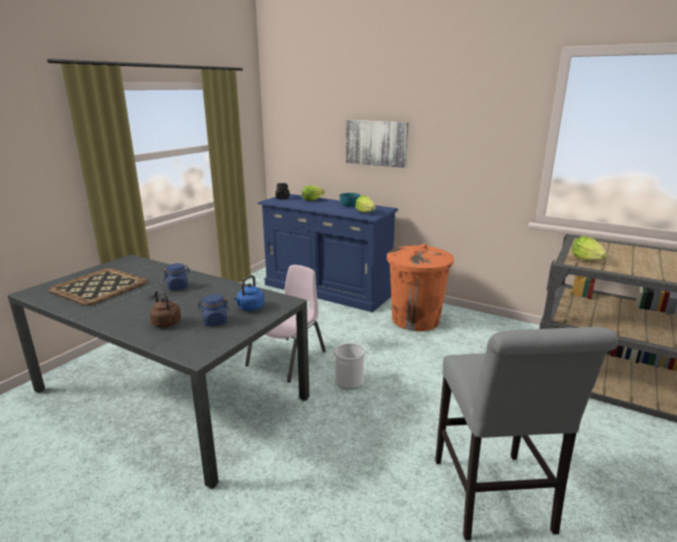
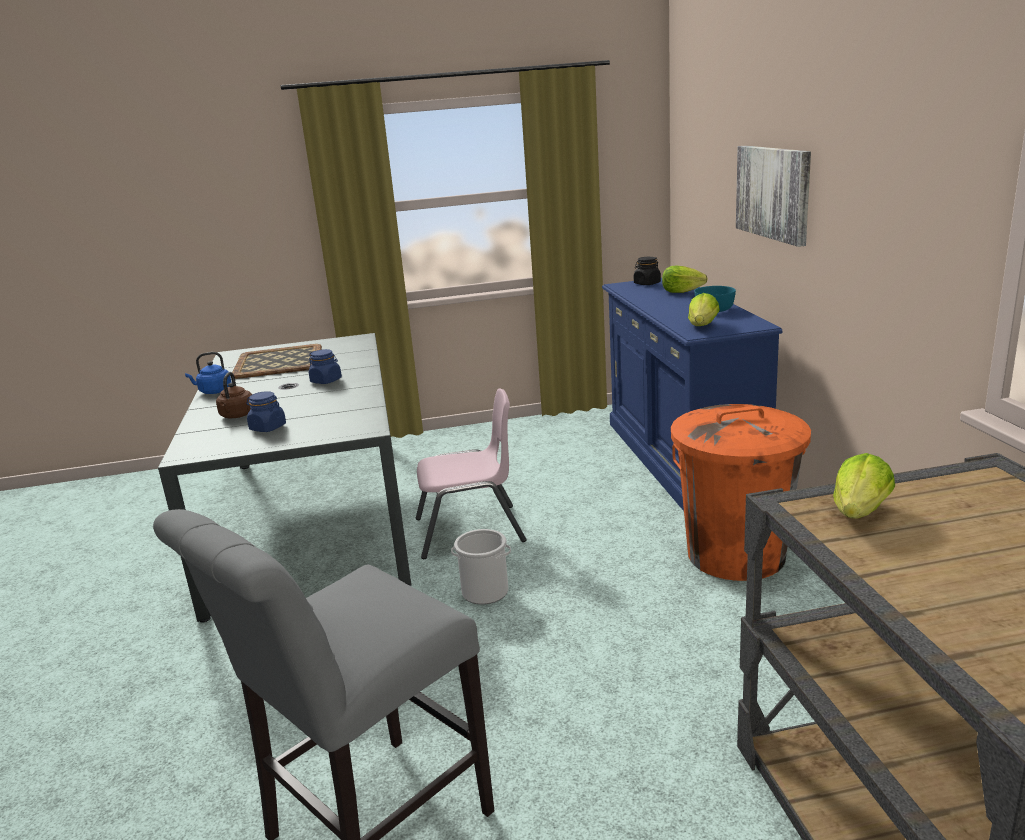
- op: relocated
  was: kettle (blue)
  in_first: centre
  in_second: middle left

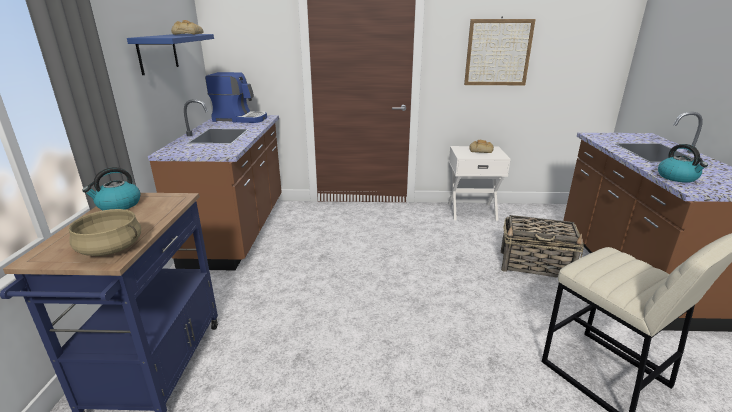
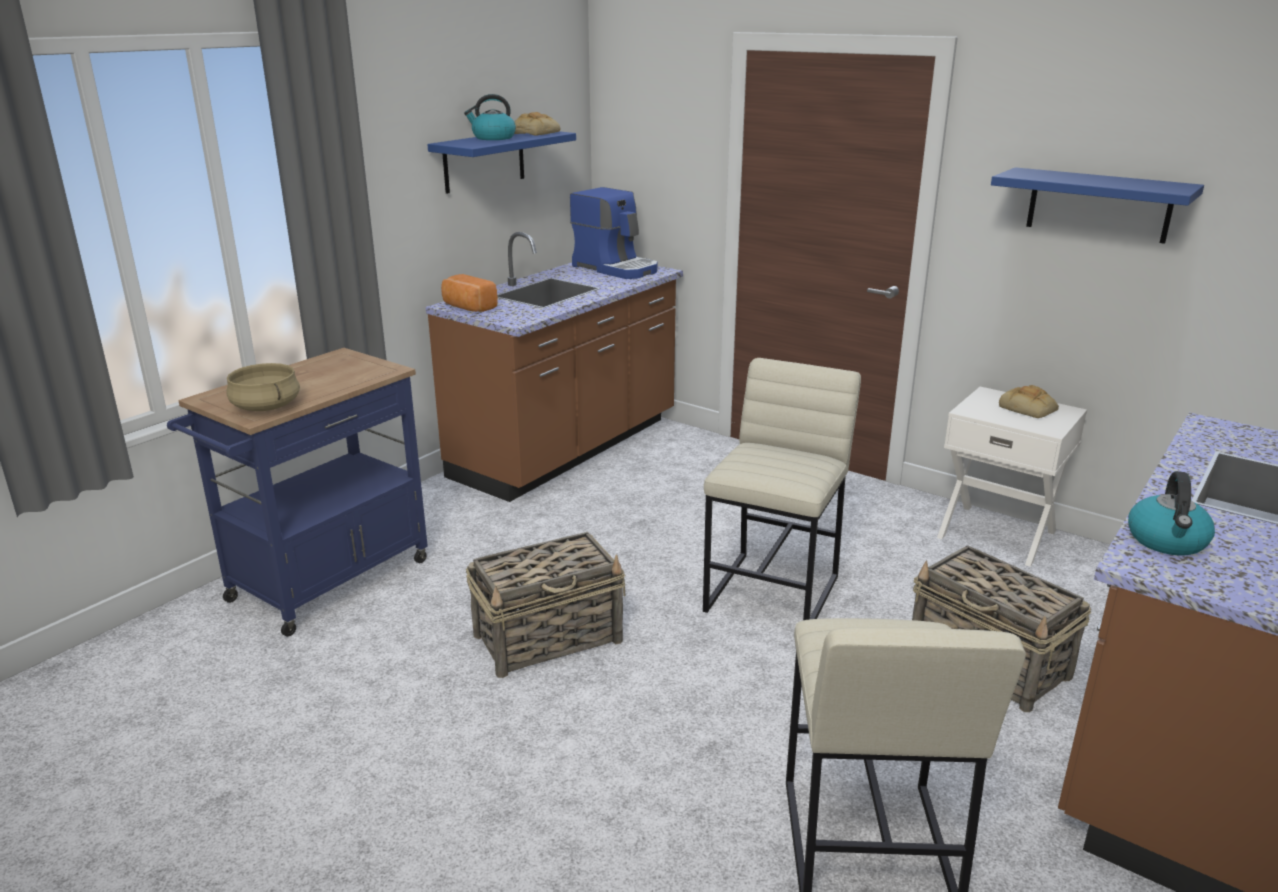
- op: appeared
  now: bread (no. 1 from left)
  in_second: top centre
- op: relocated
  was: kettle (no. 1 from left)
  in_first: middle left
  in_second: top centre
- op: appeared
  now: basket (no. 1 from left)
  in_second: bottom centre
- op: appeared
  now: chair (beige) (no. 1 from left)
  in_second: centre
- op: exchanged
  was: picture
  now: shelf (blue) (no. 2 from left)
  in_first: top right
  in_second: top right

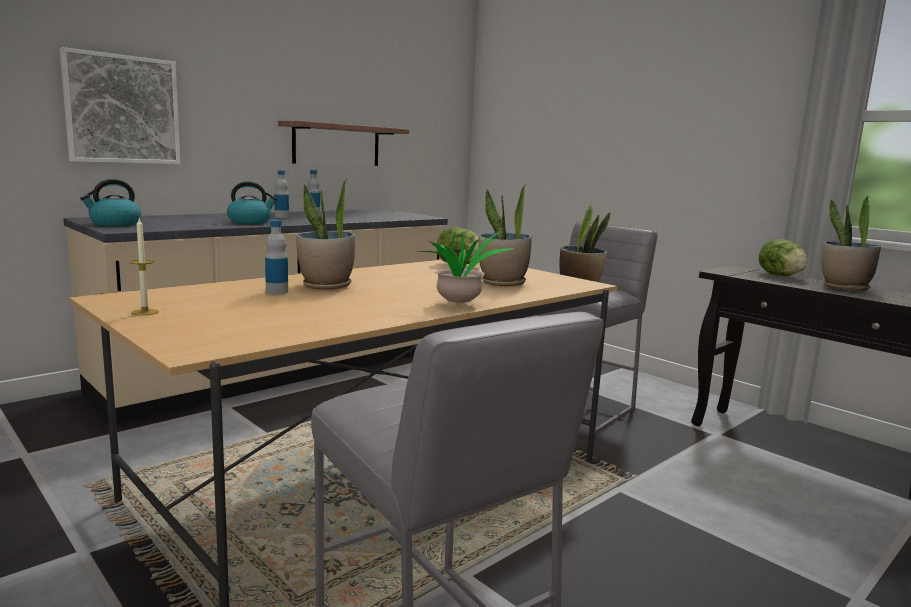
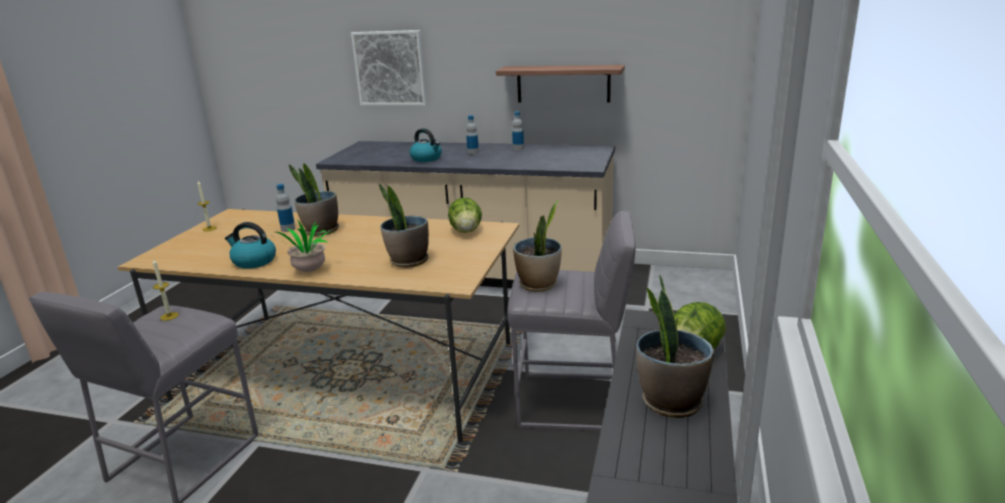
- op: appeared
  now: candle (no. 1 from left)
  in_second: middle left
- op: relocated
  was: kettle (no. 1 from left)
  in_first: top left
  in_second: middle left

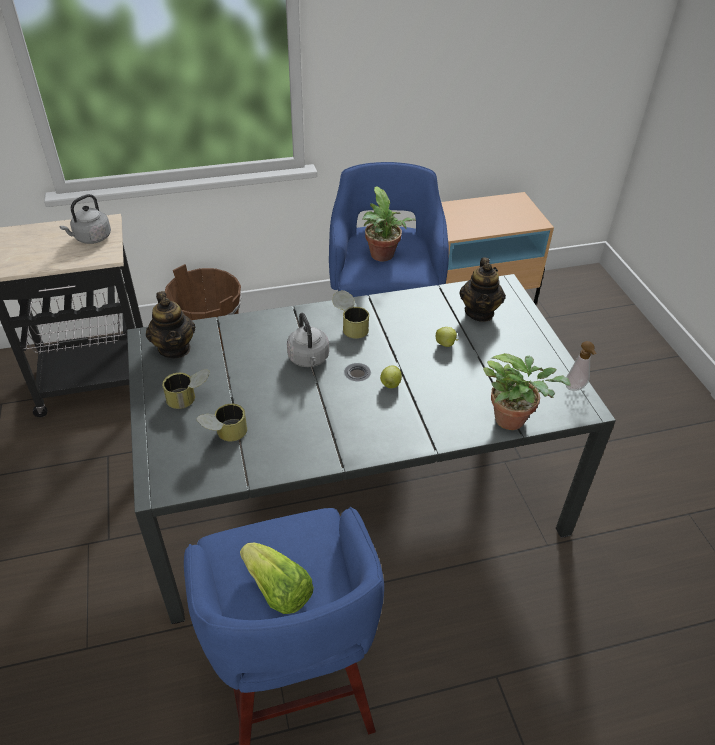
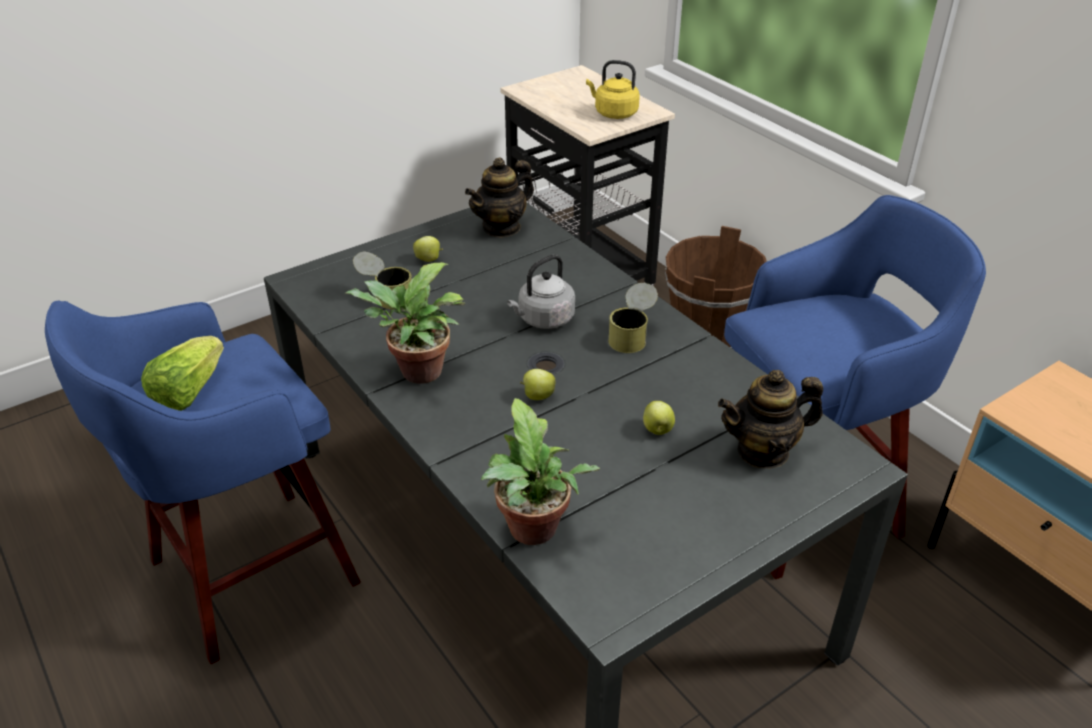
- op: relocated
  was: potted plant (no. 1 from left)
  in_first: top centre
  in_second: centre
- op: exchanged
  was: can (no. 1 from left)
  now: apple (no. 1 from left)
  in_first: middle left
  in_second: centre
- op: colour
  was: kettle (grey) (no. 1 from left)
  now: kettle (yellow)
  in_first: top left
  in_second: top centre
- op: missing
  was: soap dispenser
  in_first: middle right

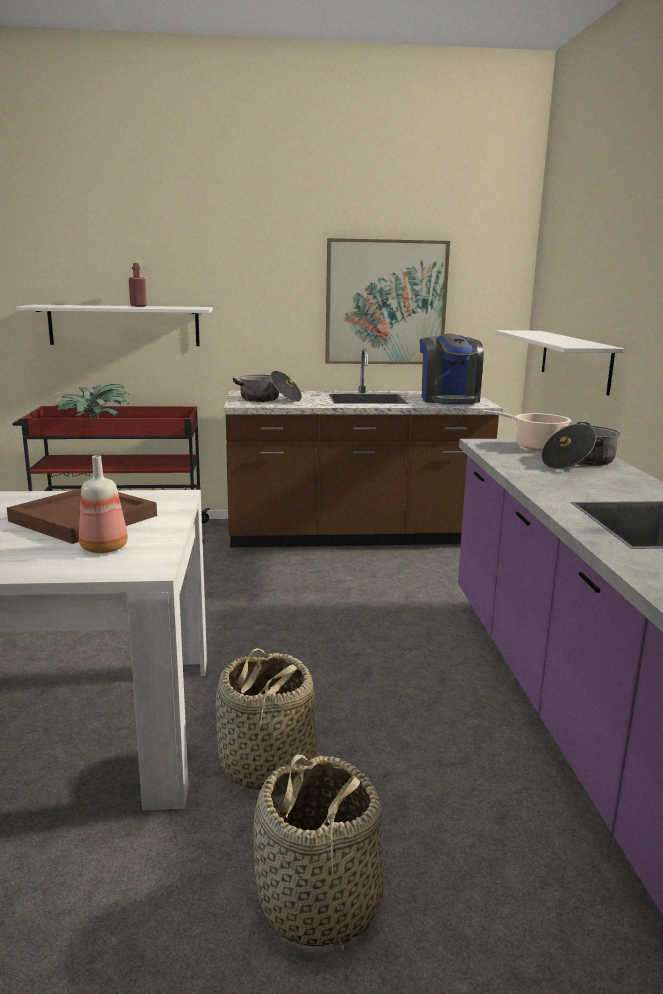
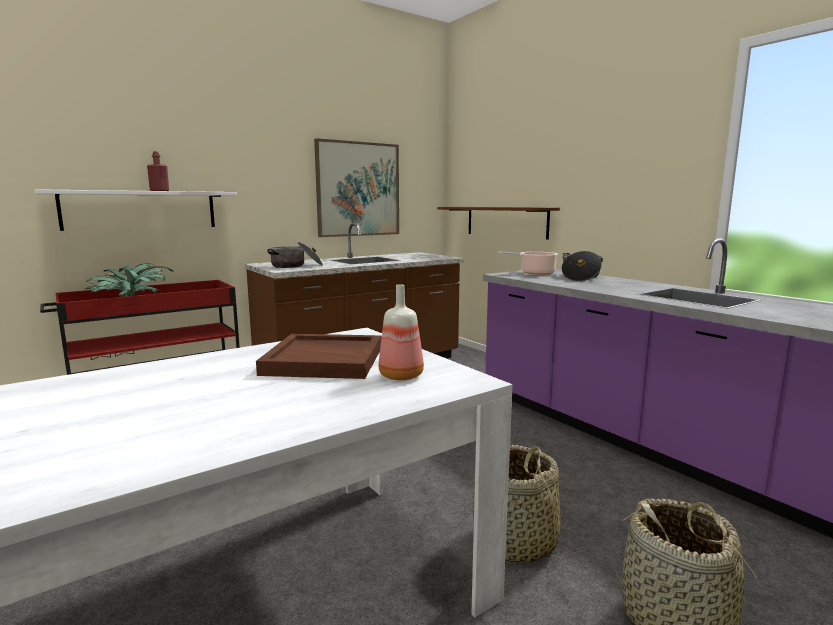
- op: colour
  was: shelf (white) (no. 2 from left)
  now: shelf (brown)
  in_first: middle right
  in_second: centre
- op: missing
  was: coffee machine
  in_first: middle right

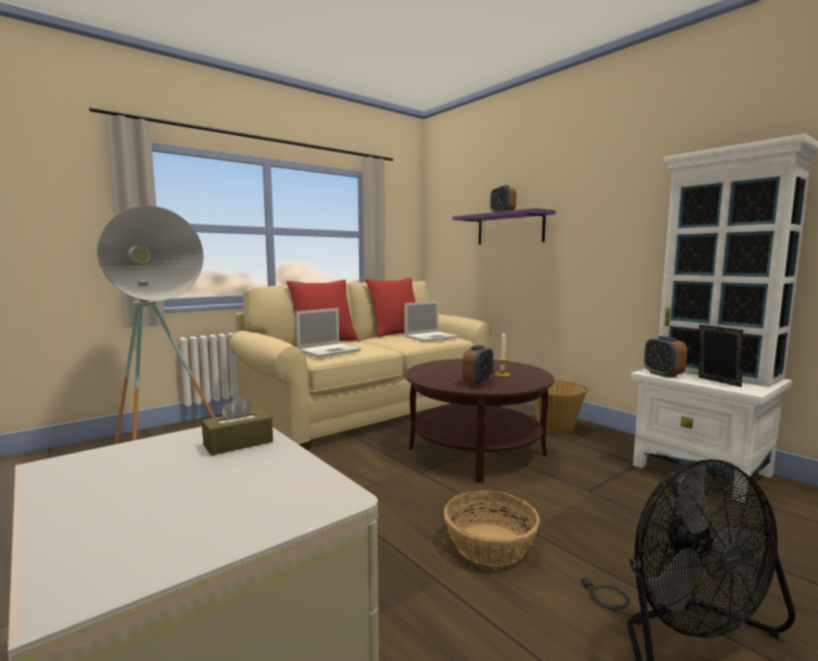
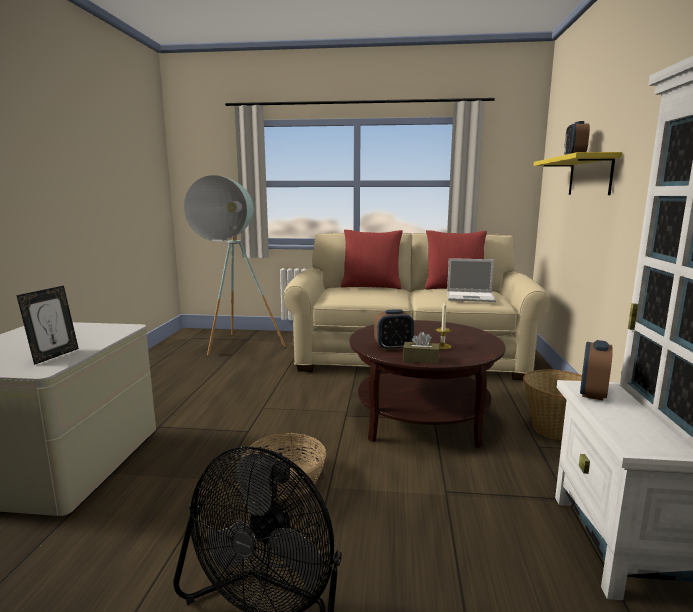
- op: relocated
  was: picture frame
  in_first: middle right
  in_second: middle left
- op: relocated
  was: tissue box (brown)
  in_first: middle left
  in_second: centre
- op: colour
  was: shelf (purple)
  now: shelf (yellow)
  in_first: centre
  in_second: top right
- op: missing
  was: laptop (no. 1 from left)
  in_first: centre

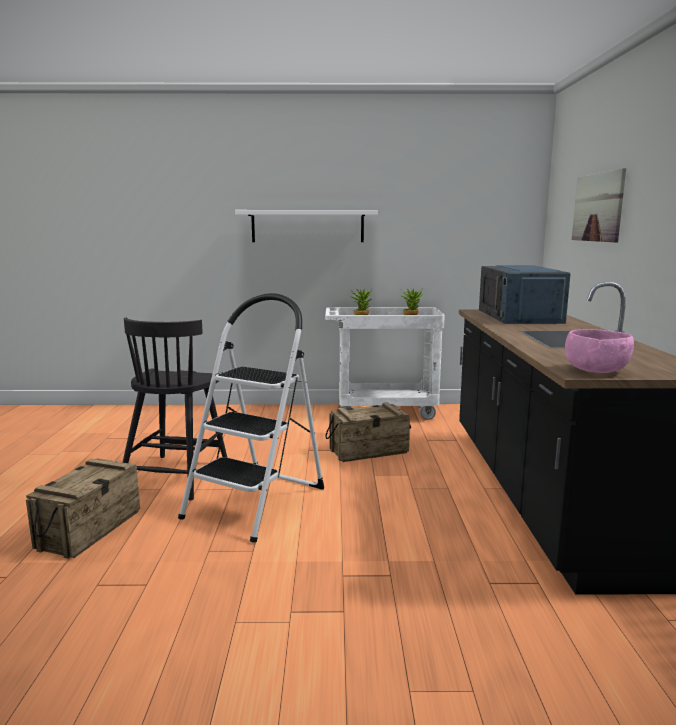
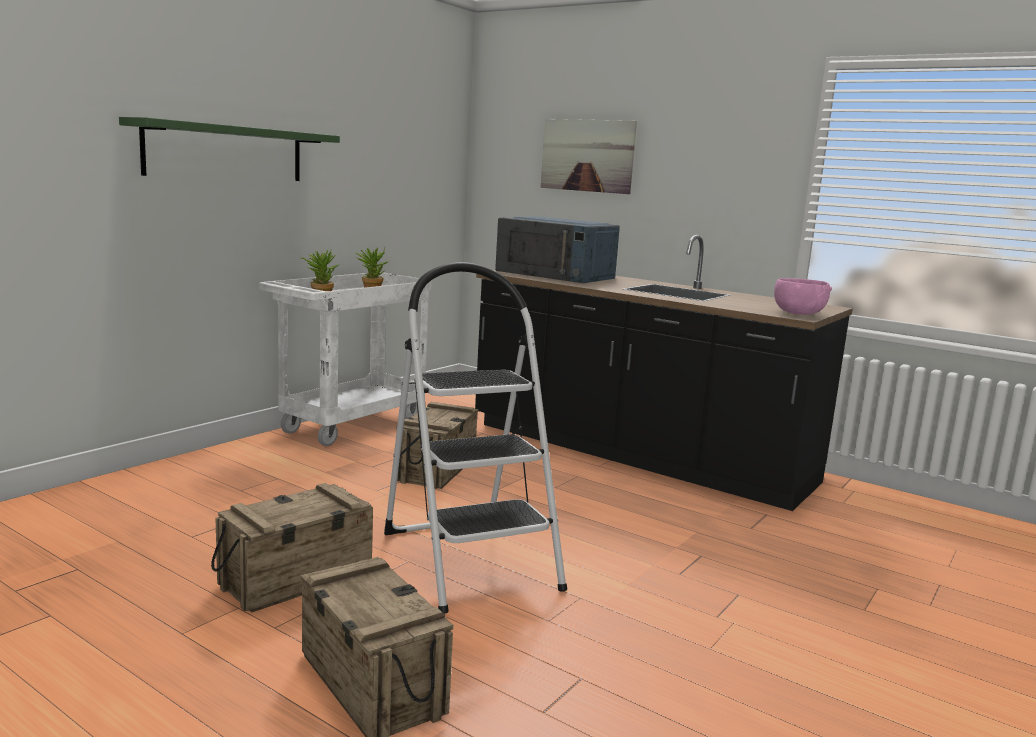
- op: colour
  was: shelf (white)
  now: shelf (green)
  in_first: top centre
  in_second: top left
- op: exchanged
  was: chair (black)
  now: crate (no. 1 from left)
  in_first: middle left
  in_second: bottom left

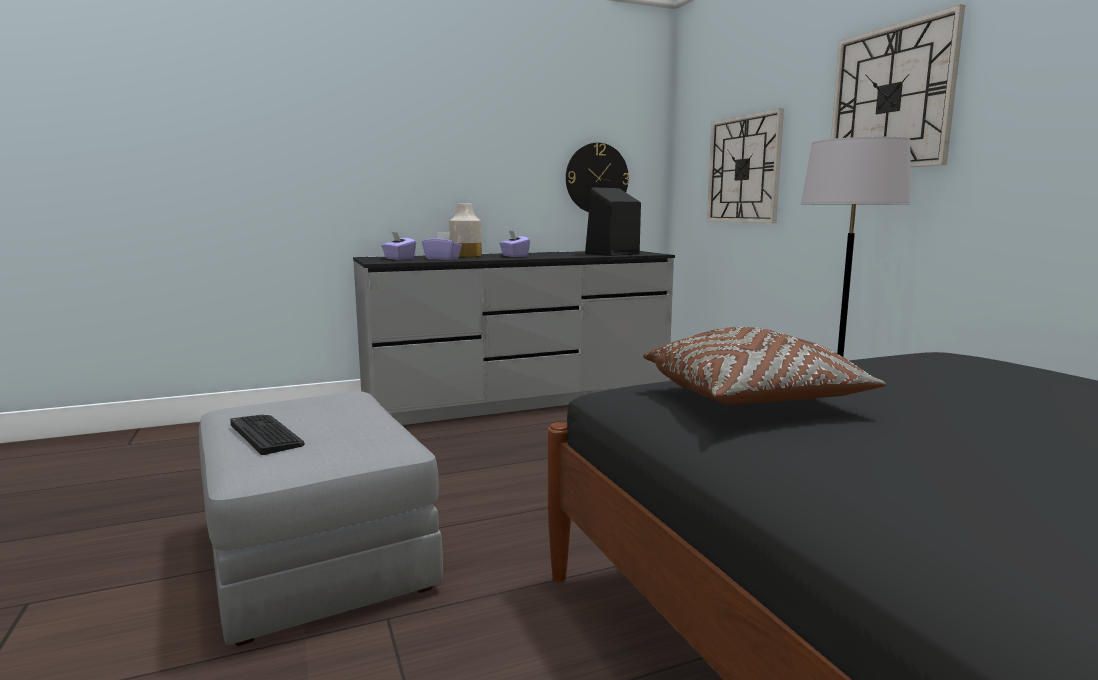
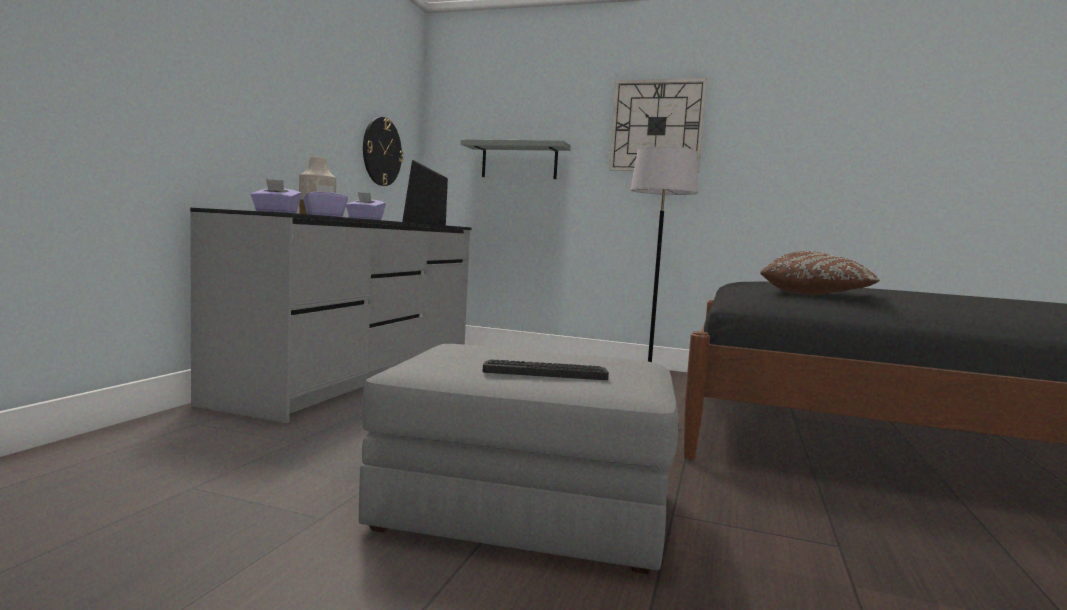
- op: exchanged
  was: wall clock (no. 2 from left)
  now: shelf (grey)
  in_first: top right
  in_second: top centre

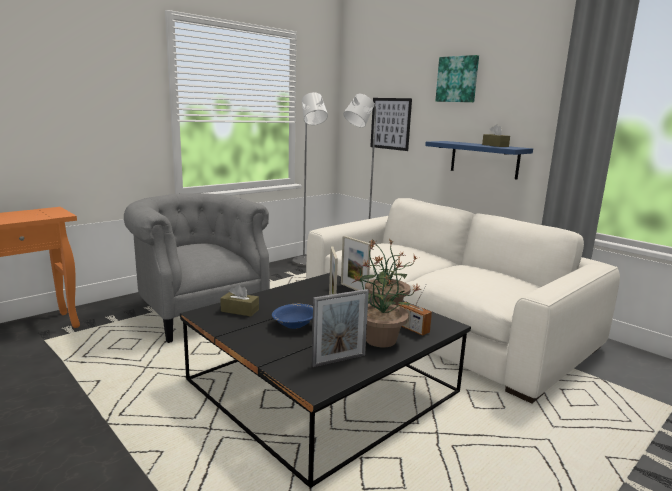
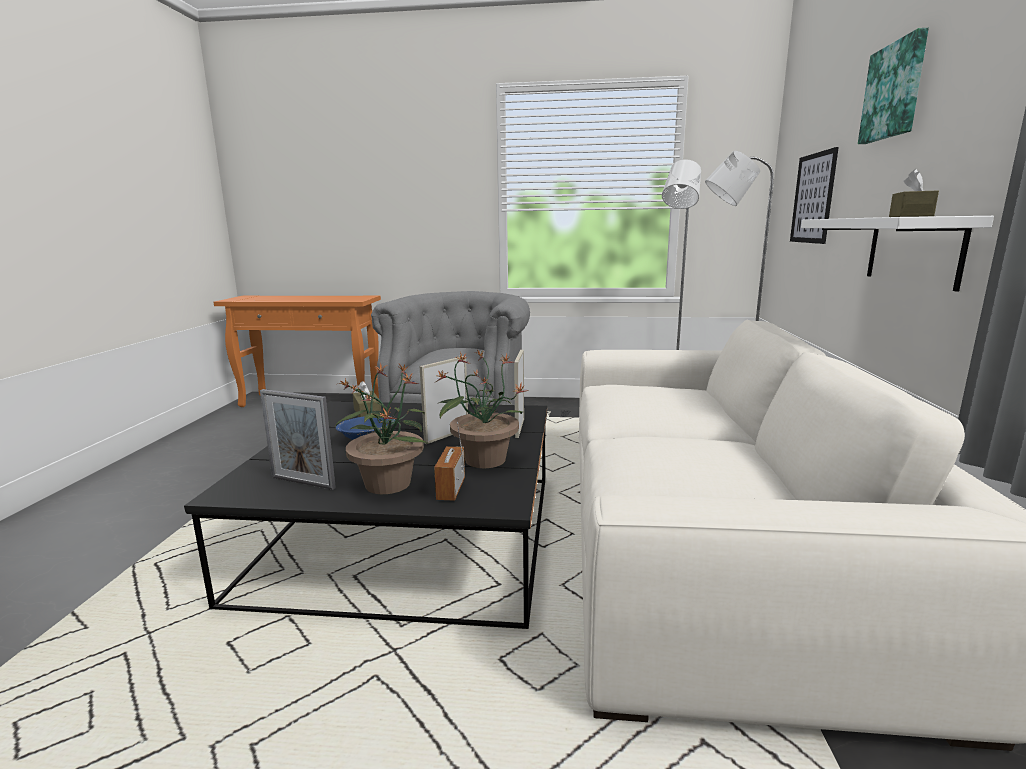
- op: colour
  was: shelf (blue)
  now: shelf (white)
  in_first: top right
  in_second: top right

